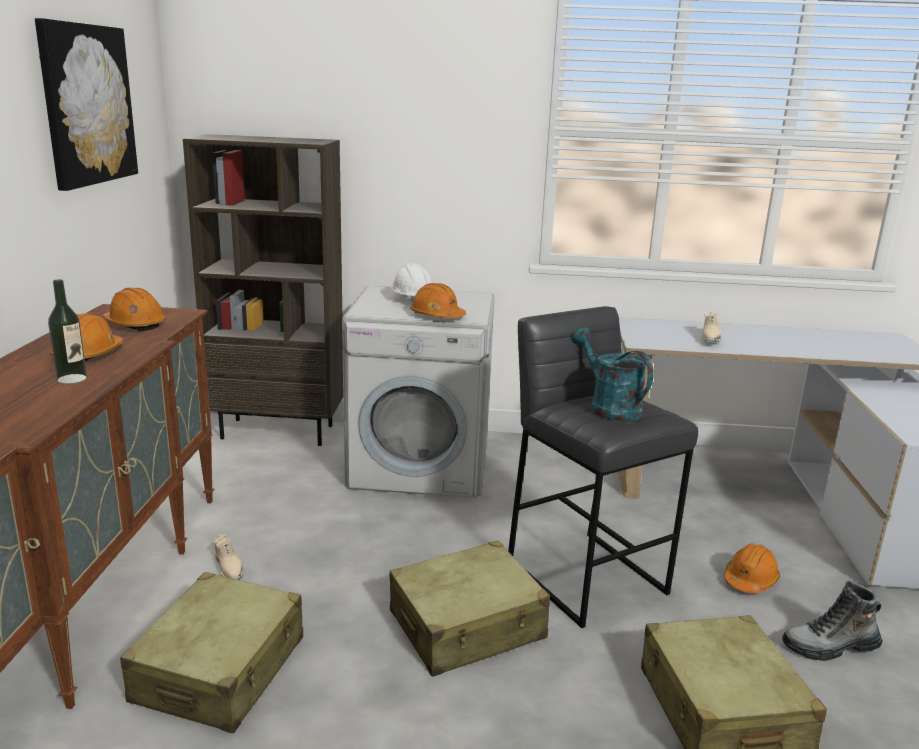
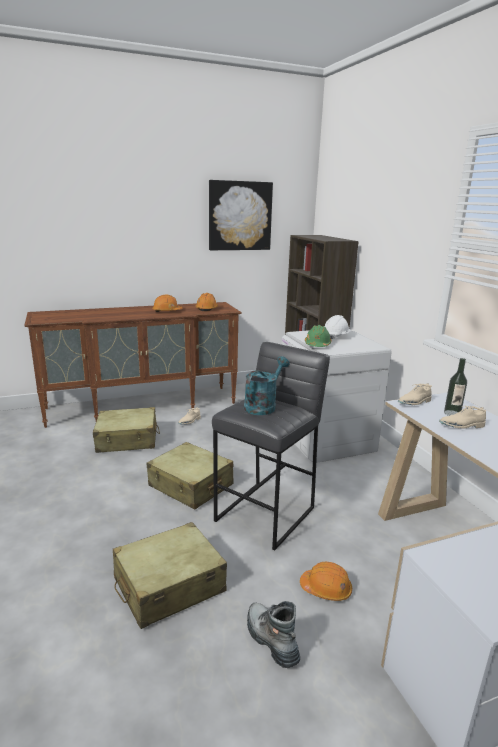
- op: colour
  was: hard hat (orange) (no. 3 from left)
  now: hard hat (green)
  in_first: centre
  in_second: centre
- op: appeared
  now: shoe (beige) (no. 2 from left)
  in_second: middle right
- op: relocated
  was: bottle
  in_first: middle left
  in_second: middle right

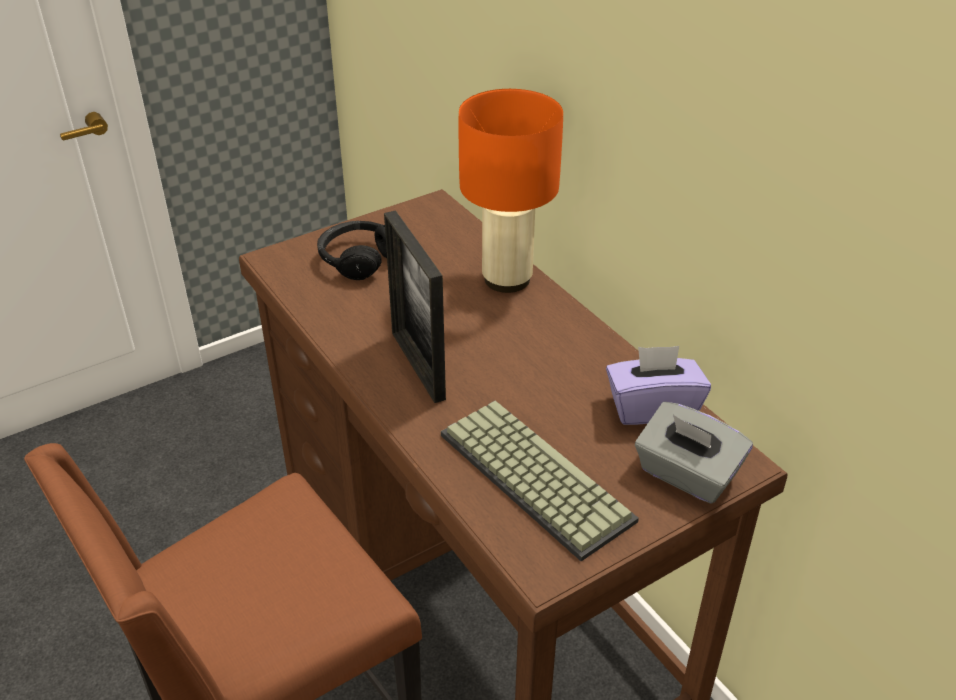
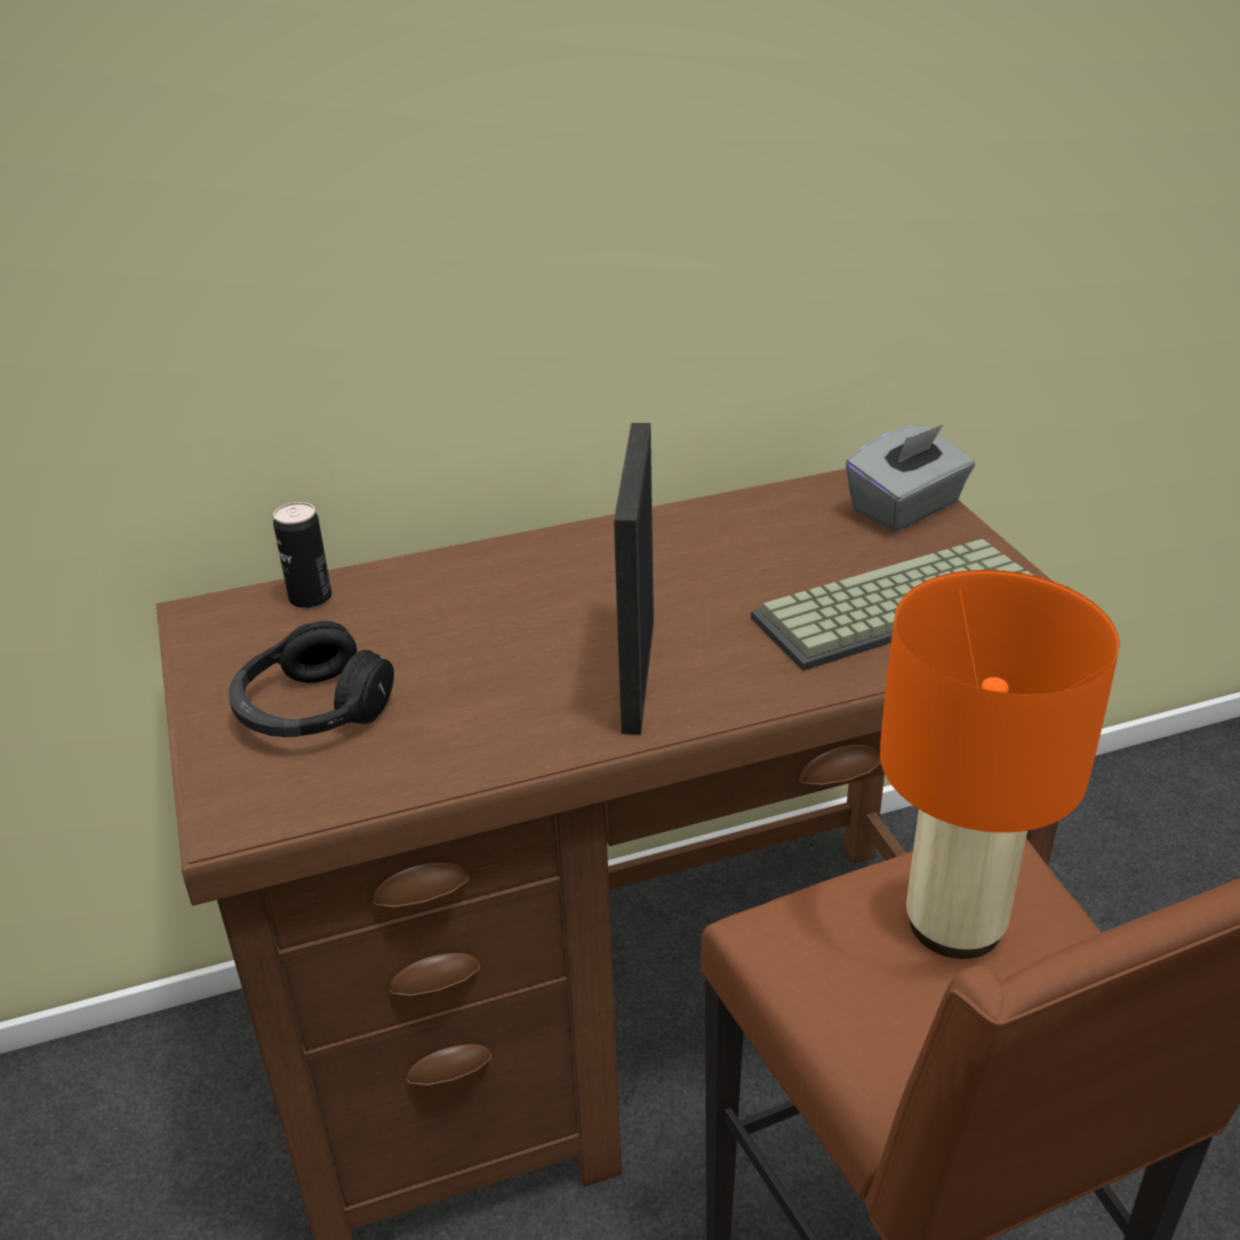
- op: appeared
  now: can
  in_second: middle left
- op: spun
  was: picture frame
  in_first: centre
  in_second: centre
  clockwise: 105
- op: relocated
  was: table lamp (orange)
  in_first: top centre
  in_second: middle right
- op: missing
  was: tissue box (purple)
  in_first: middle right

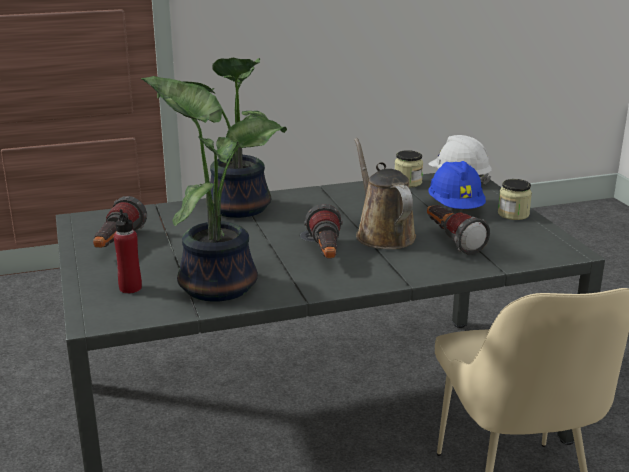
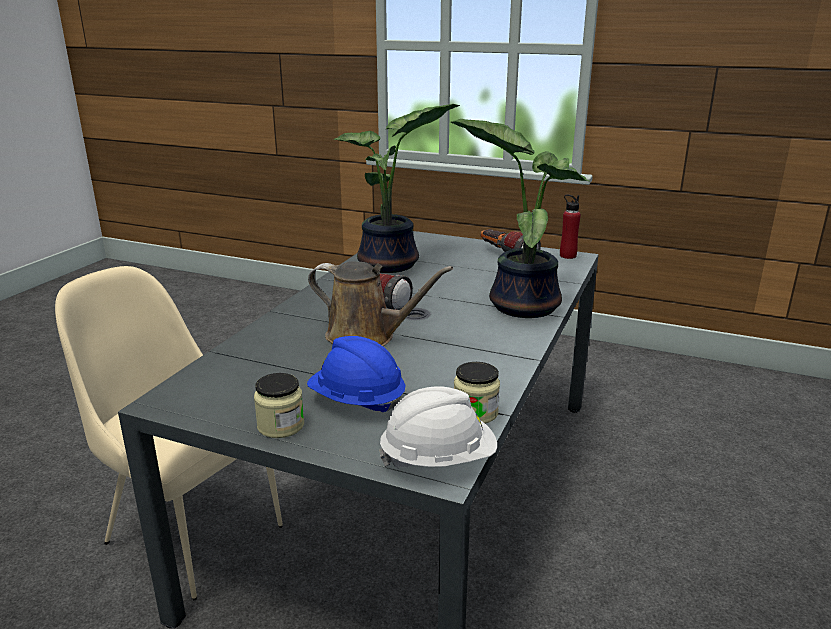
- op: relocated
  was: bottle (red)
  in_first: middle left
  in_second: middle right
- op: missing
  was: flashlight (no. 3 from left)
  in_first: middle right

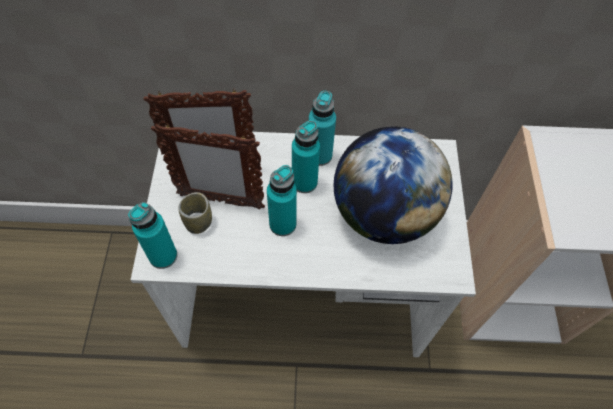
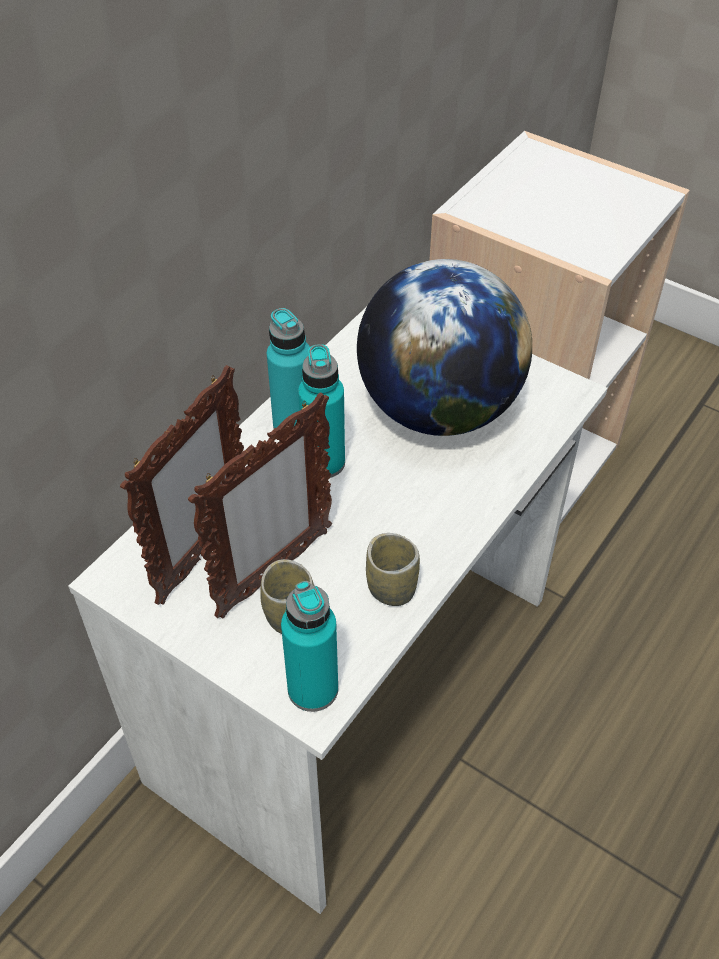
- op: appeared
  now: cup (no. 2 from left)
  in_second: centre
- op: missing
  was: bottle (turquoise) (no. 2 from left)
  in_first: centre

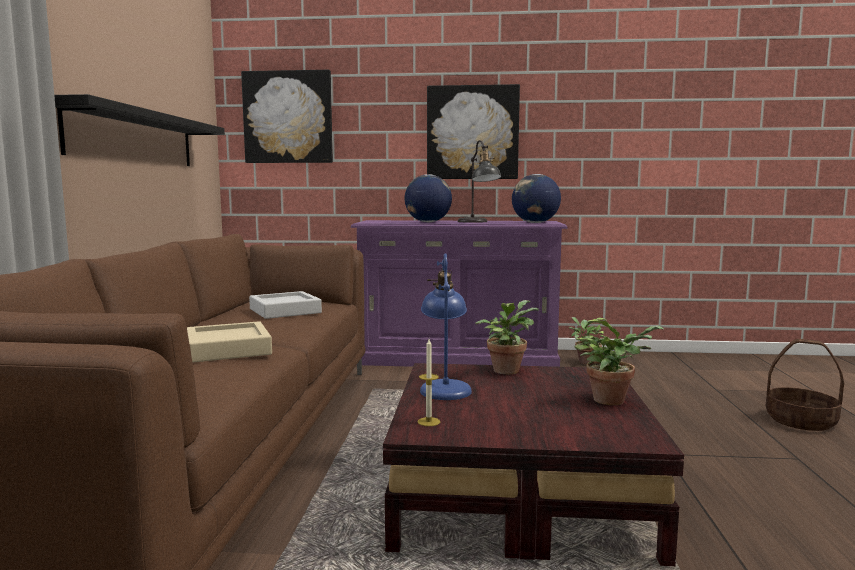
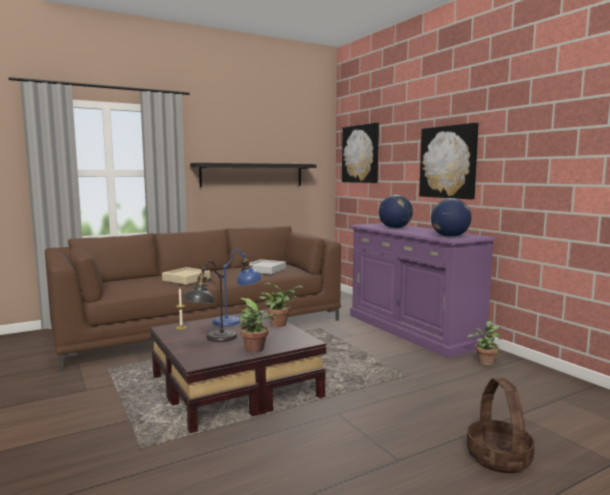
- op: relocated
  was: table lamp (grey)
  in_first: top centre
  in_second: centre

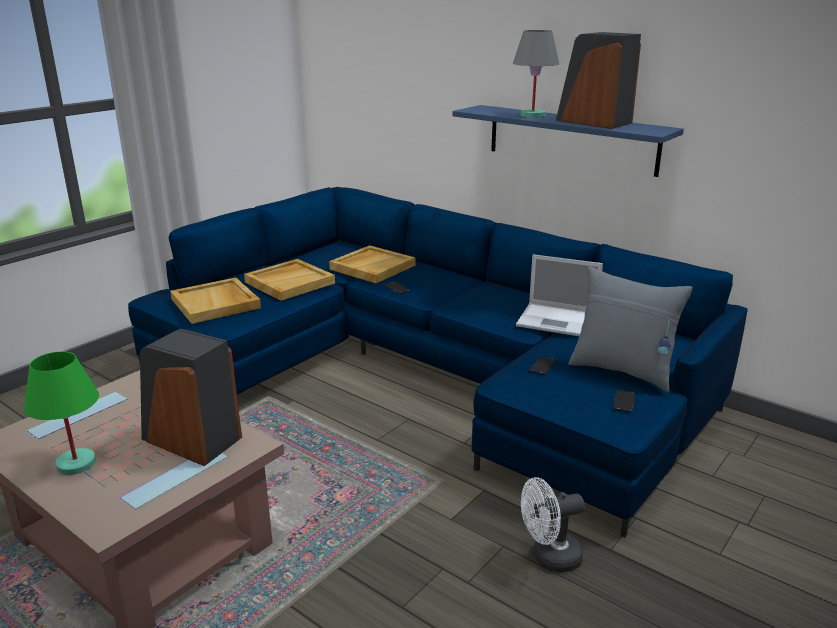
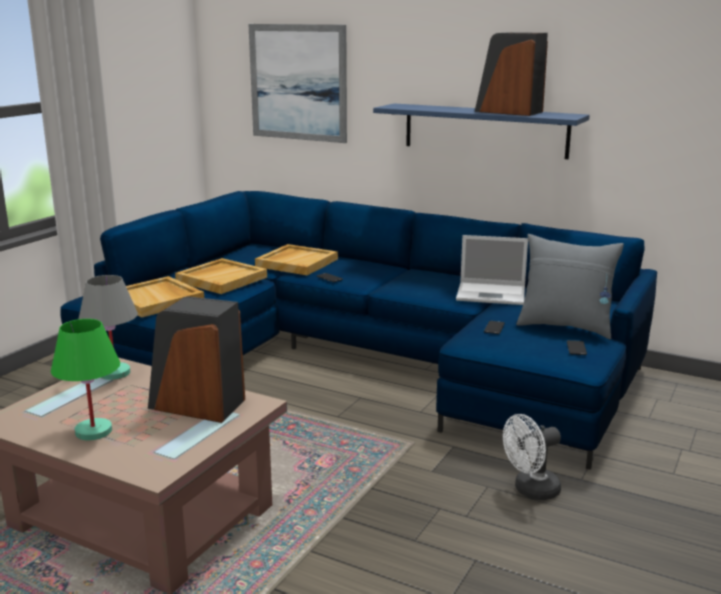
- op: relocated
  was: table lamp (grey)
  in_first: top centre
  in_second: middle left
- op: appeared
  now: picture
  in_second: top centre

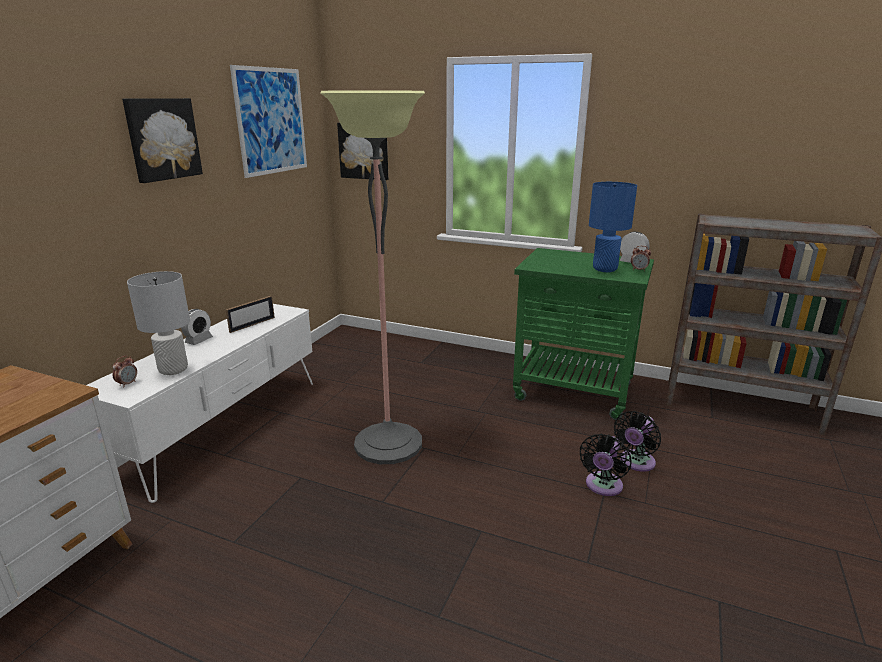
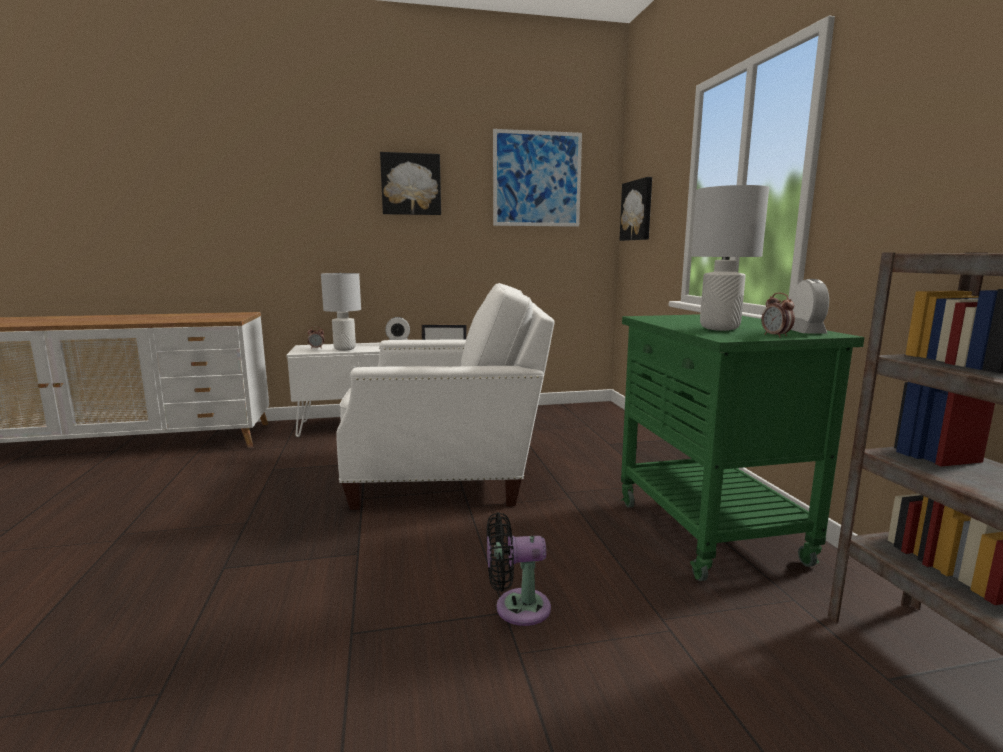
- op: exchanged
  was: floor lamp
  now: armchair (white)
  in_first: centre
  in_second: centre
- op: colour
  was: table lamp (blue)
  now: table lamp (grey) (no. 2 from left)
  in_first: middle right
  in_second: middle right
- op: missing
  was: fan (black) (no. 2 from left)
  in_first: middle right

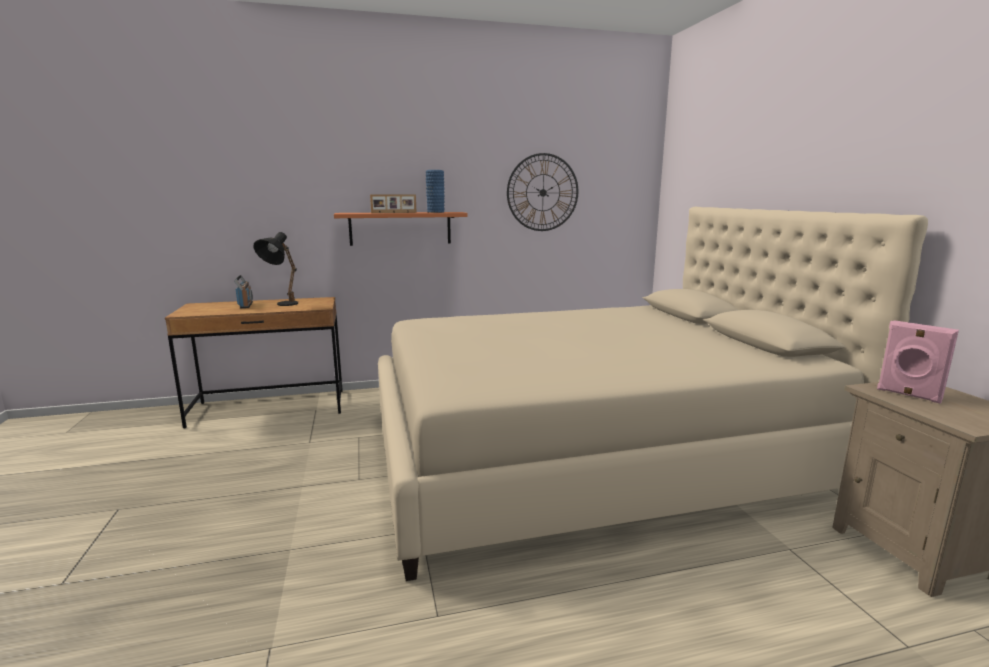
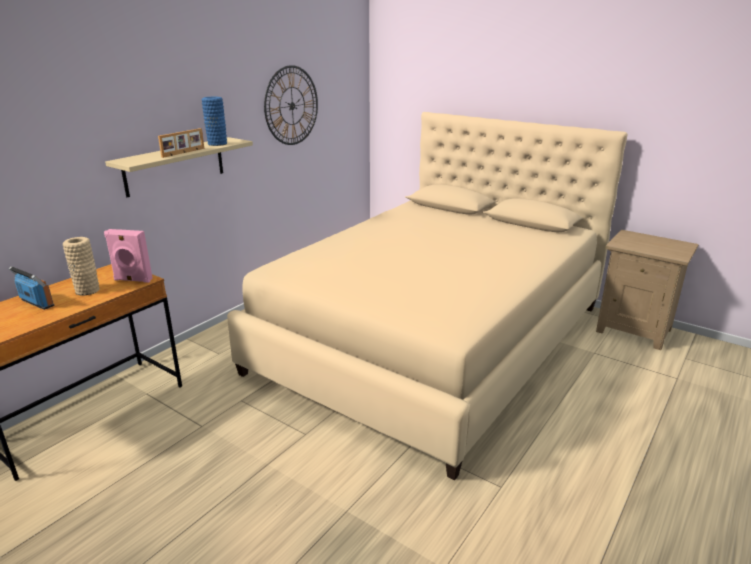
- op: exchanged
  was: table lamp (black)
  now: vase (beige)
  in_first: middle left
  in_second: middle left
- op: relocated
  was: speaker (pink)
  in_first: middle right
  in_second: middle left
- op: colour
  was: shelf (orange)
  now: shelf (beige)
  in_first: centre
  in_second: top left

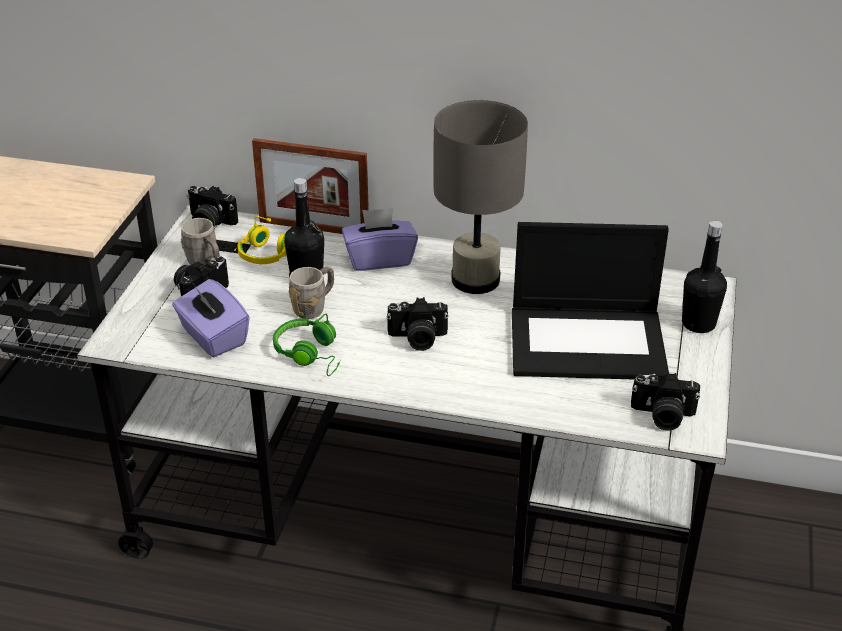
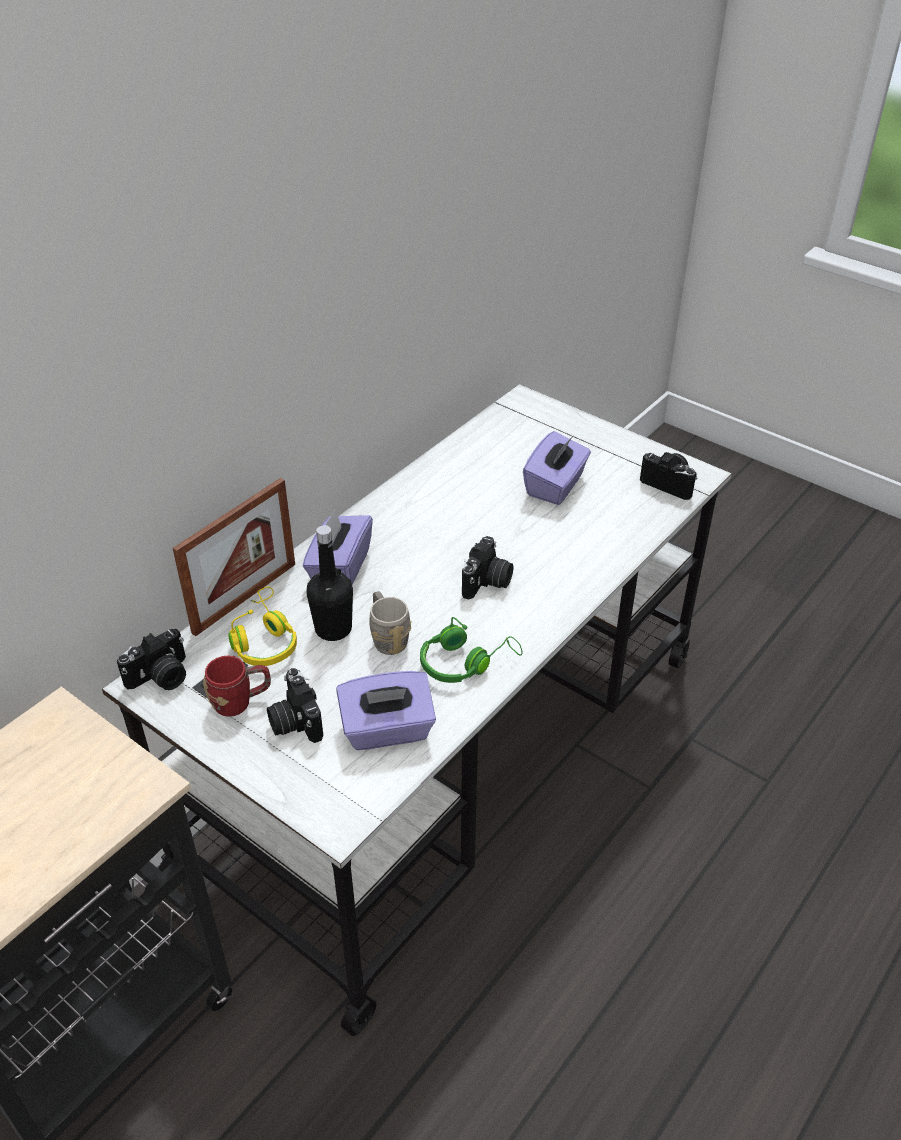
- op: colour
  was: mug (grey) (no. 1 from left)
  now: mug (red)
  in_first: middle left
  in_second: middle left
- op: exchanged
  was: laptop
  now: tissue box (purple) (no. 3 from left)
  in_first: middle right
  in_second: centre
- op: spun
  was: photo camera (no. 4 from left)
  in_first: middle right
  in_second: middle right
  clockwise: -90
- op: missing
  was: table lamp (grey)
  in_first: top centre
- op: missing
  was: bottle (black) (no. 2 from left)
  in_first: middle right

